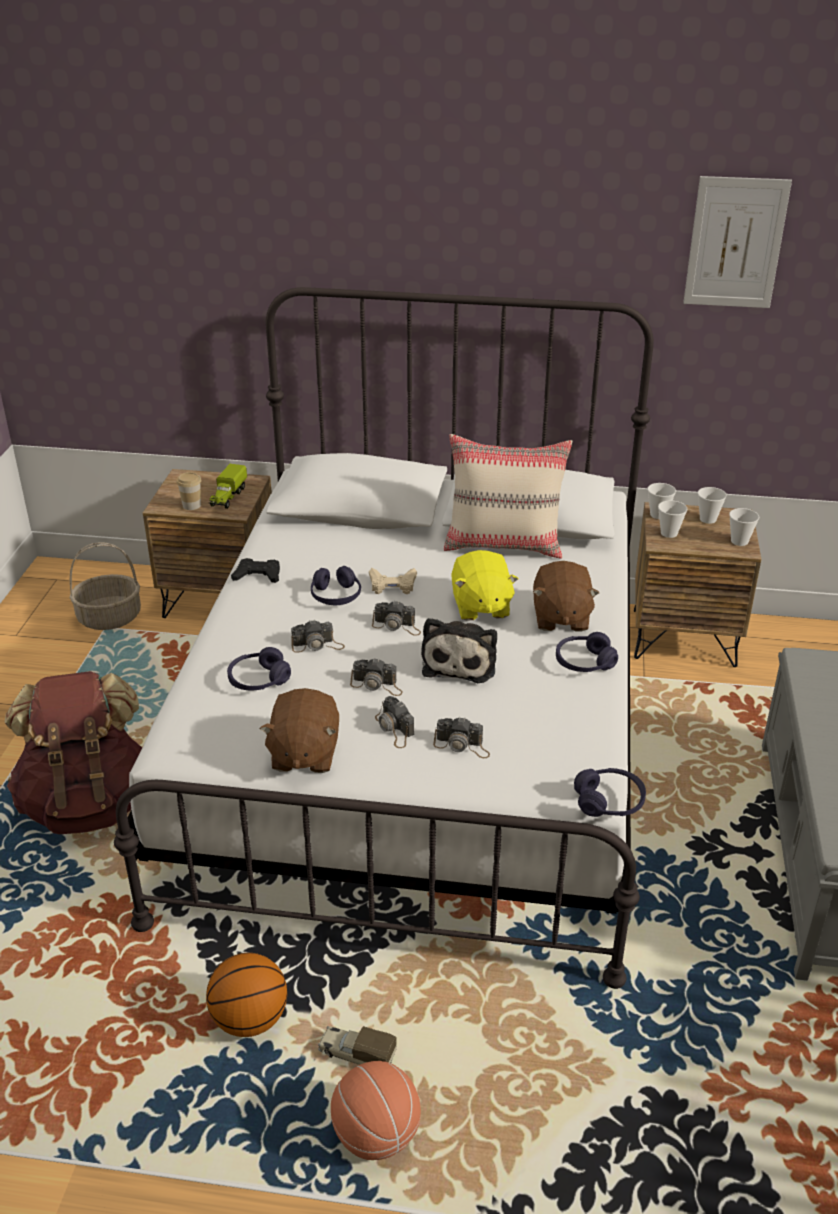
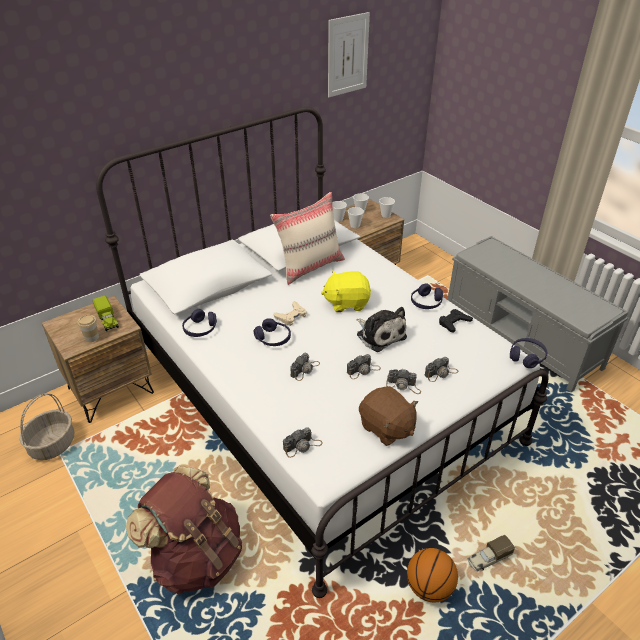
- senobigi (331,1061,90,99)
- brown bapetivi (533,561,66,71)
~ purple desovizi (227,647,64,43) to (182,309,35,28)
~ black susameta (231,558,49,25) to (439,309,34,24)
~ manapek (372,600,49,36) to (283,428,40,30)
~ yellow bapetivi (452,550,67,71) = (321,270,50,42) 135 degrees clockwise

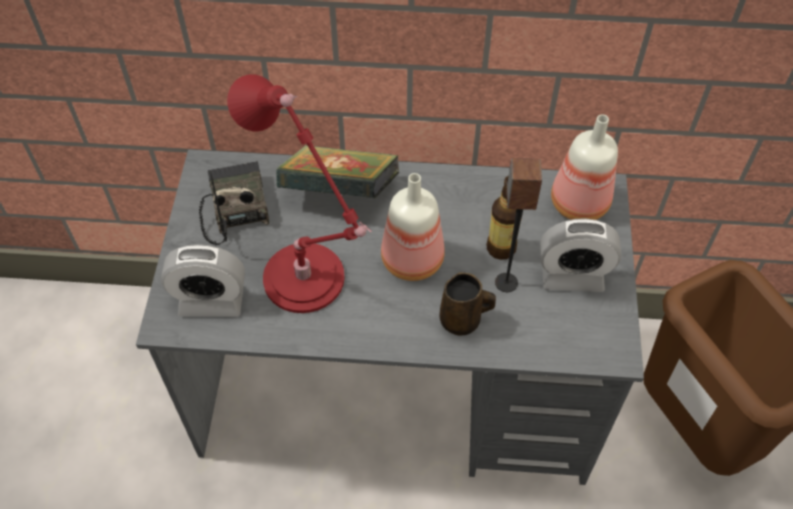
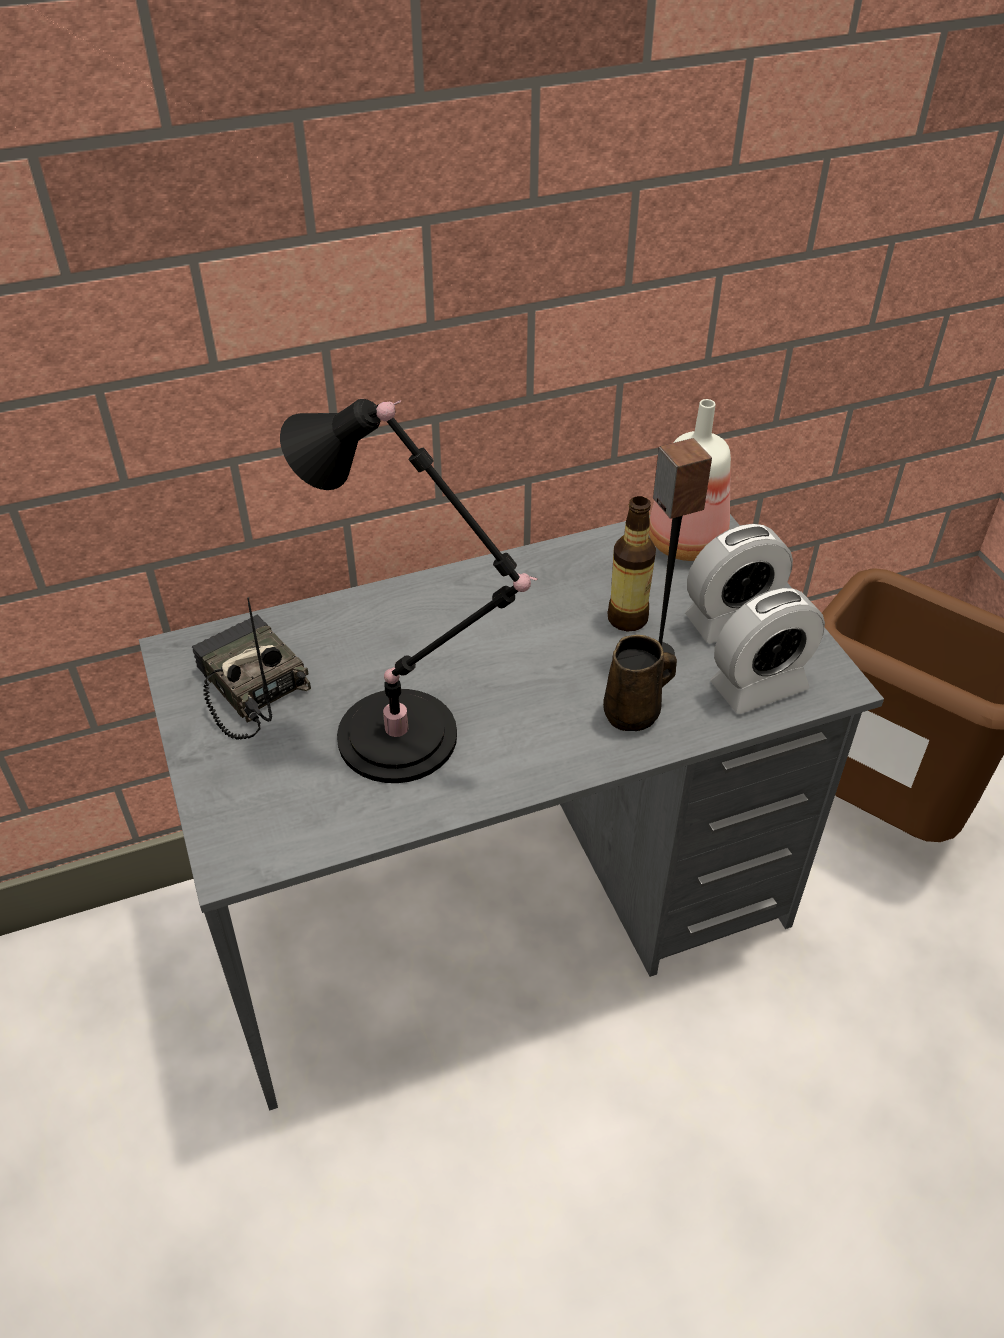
- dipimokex (276,145,123,54)
- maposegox (381,173,64,108)
~ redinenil (161,244,84,73) to (710,588,115,126)
~ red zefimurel (227,74,145,239) to black zefimurel (280,399,258,384)

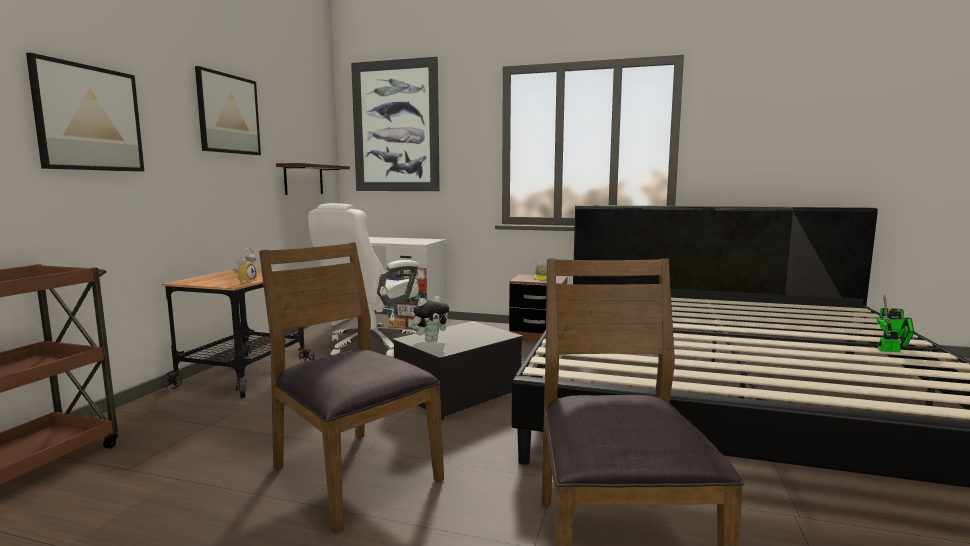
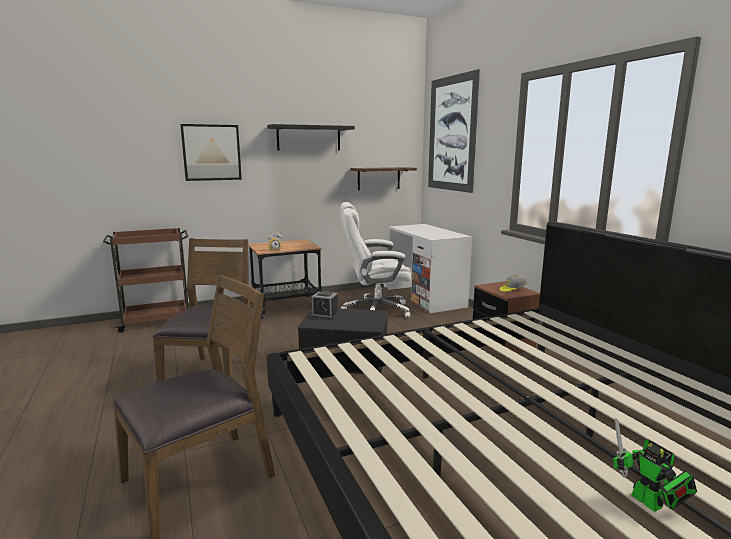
~ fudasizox (195,66,66,89) to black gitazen (267,124,88,26)
~ bapetivi (413,296,38,46) to redinenil (311,291,28,29)

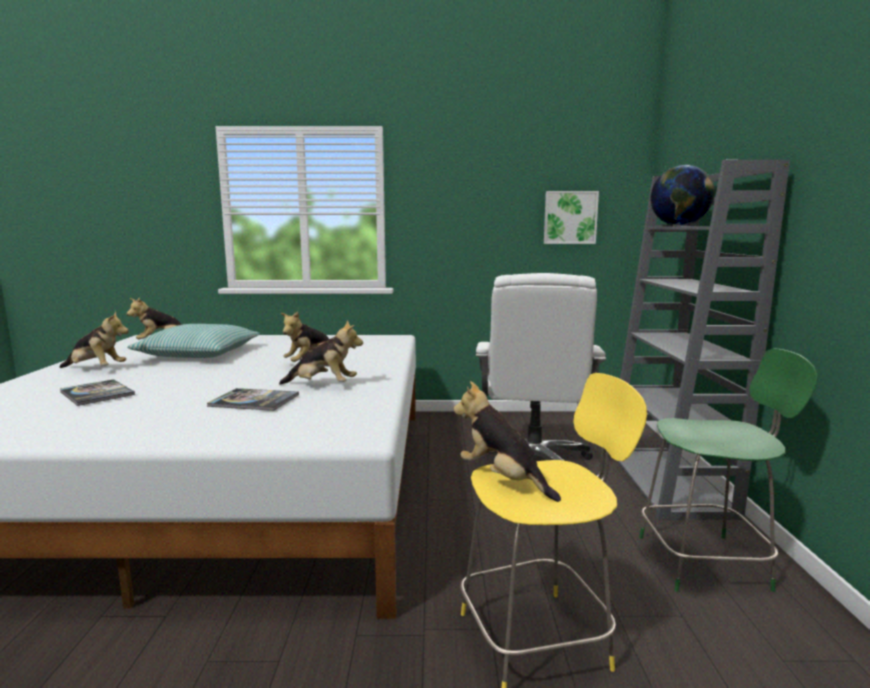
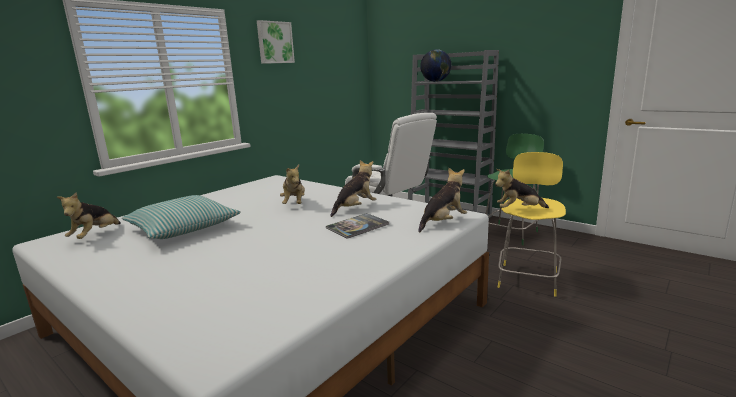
- dipimokex (60,379,75,27)
~ bapetivi (60,311,69,57) to (418,168,49,65)
~ fudasizox (544,191,55,53) to (257,20,38,44)

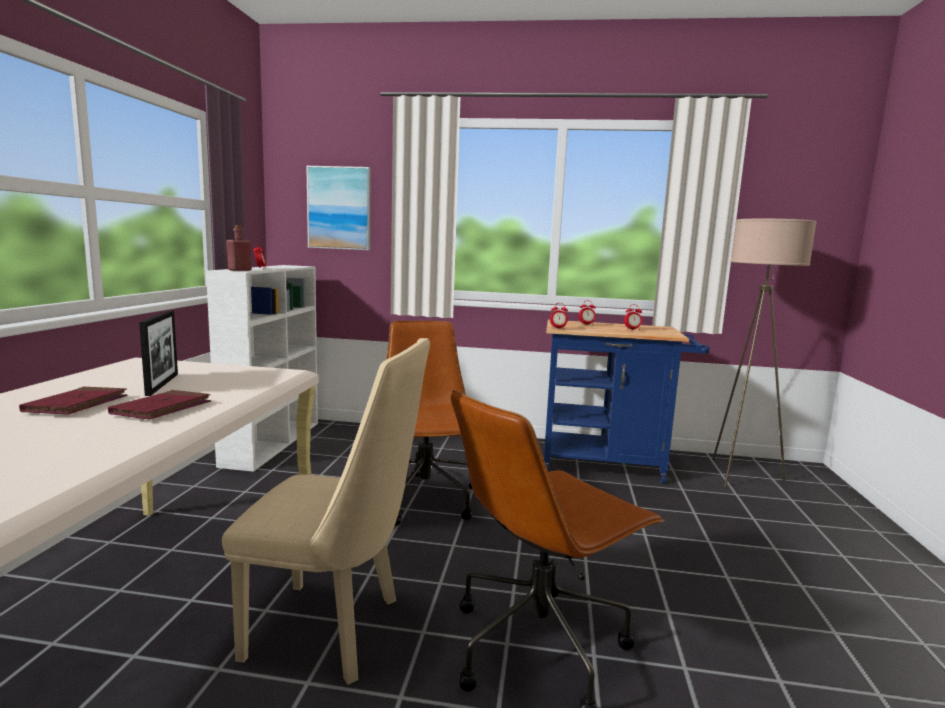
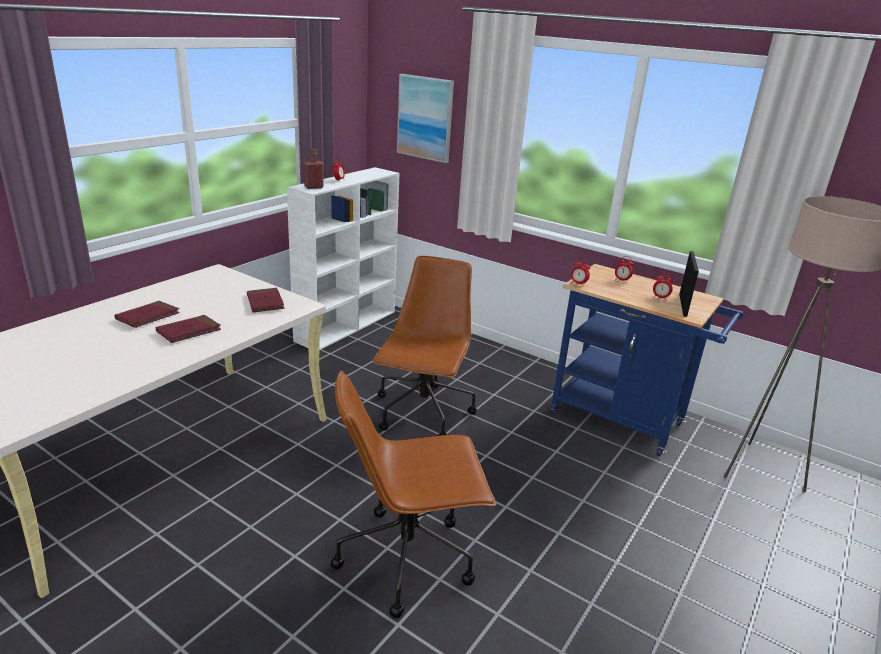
- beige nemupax (222,338,208,347)
+ red dipimokex (247,288,38,25)
~ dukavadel (139,311,39,85) to (679,251,20,66)

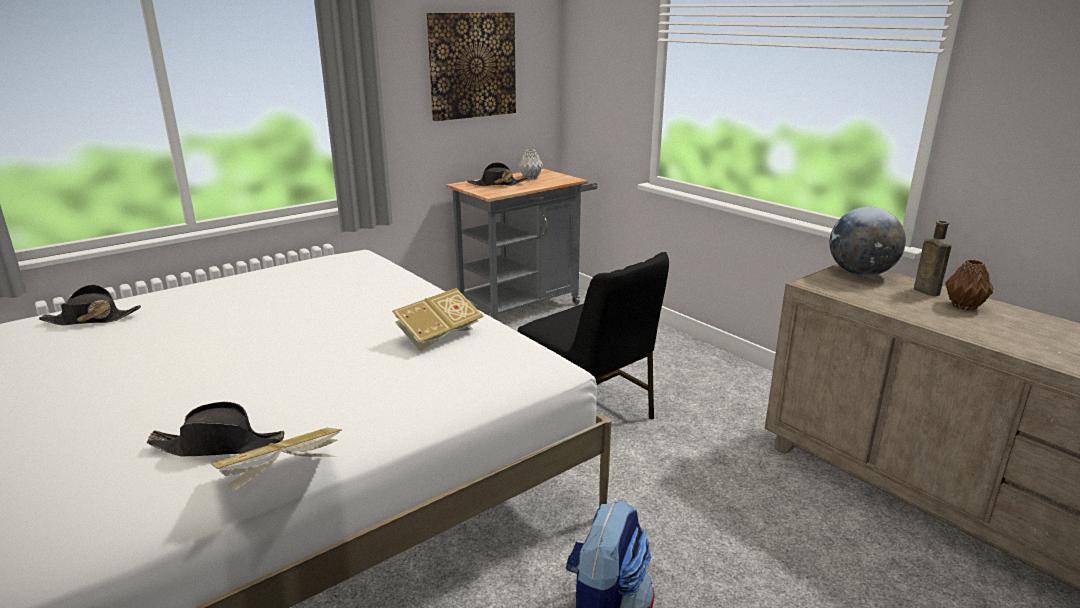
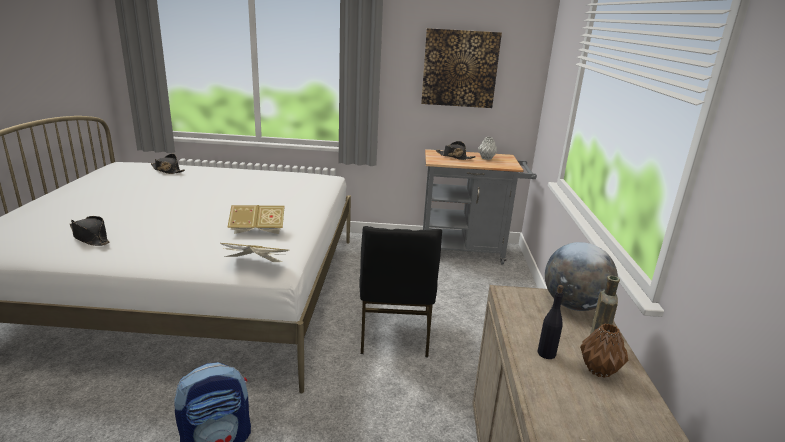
+ black maposegox (538,285,26,74)
~ dipimokex (211,428,131,63) to (222,243,66,19)

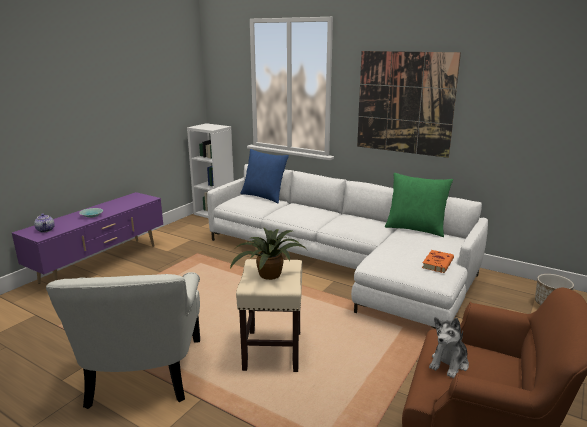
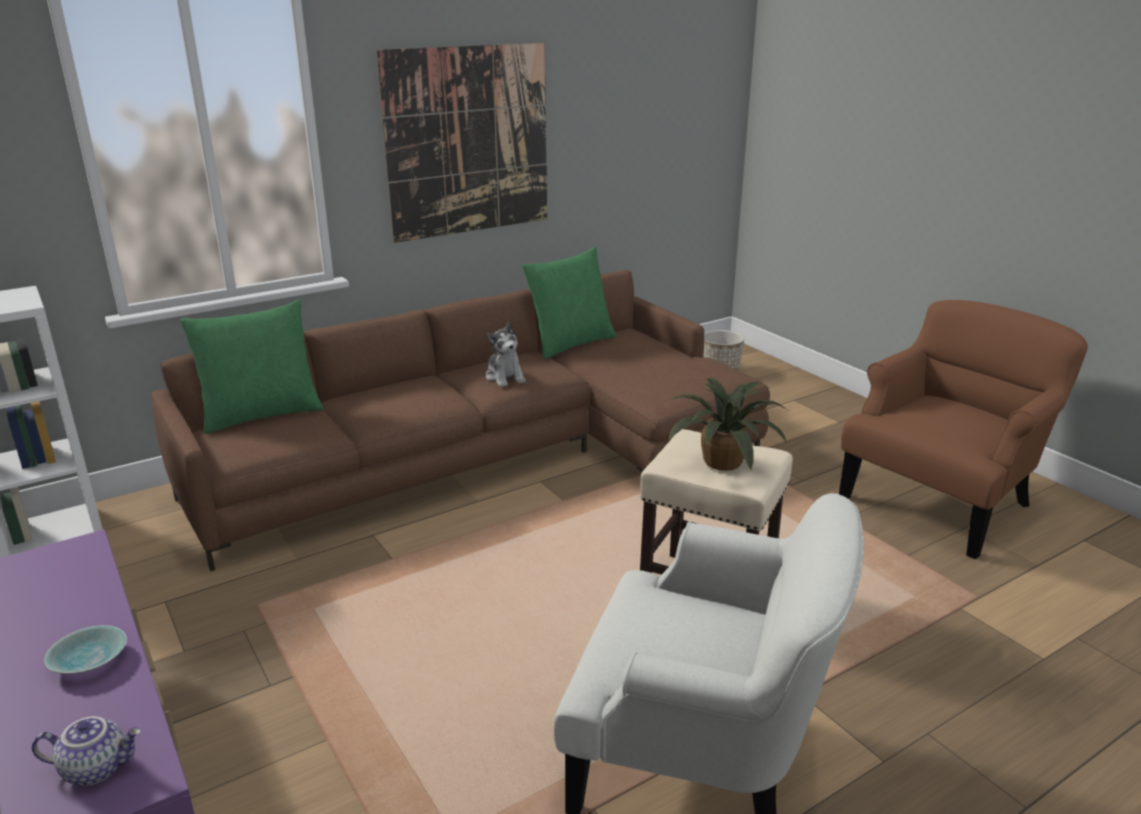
- orange dipimokex (422,250,32,23)
~ bapetivi (429,317,40,61) to (486,322,40,65)
~ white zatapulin (207,164,281,165) to brown zatapulin (151,270,619,301)
~ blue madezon (240,149,49,54) to green madezon (180,300,144,134)

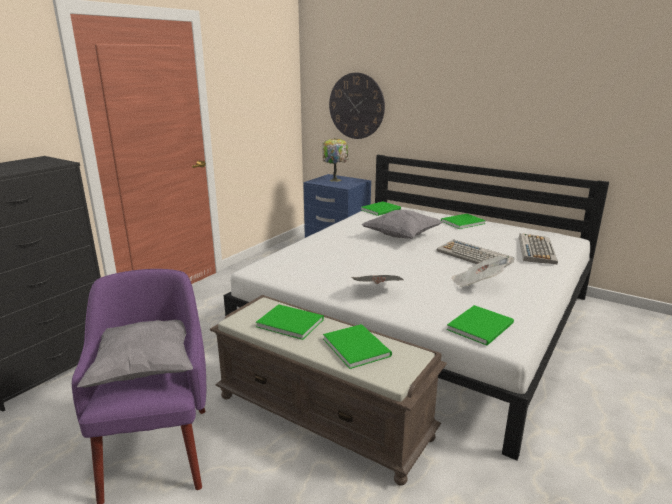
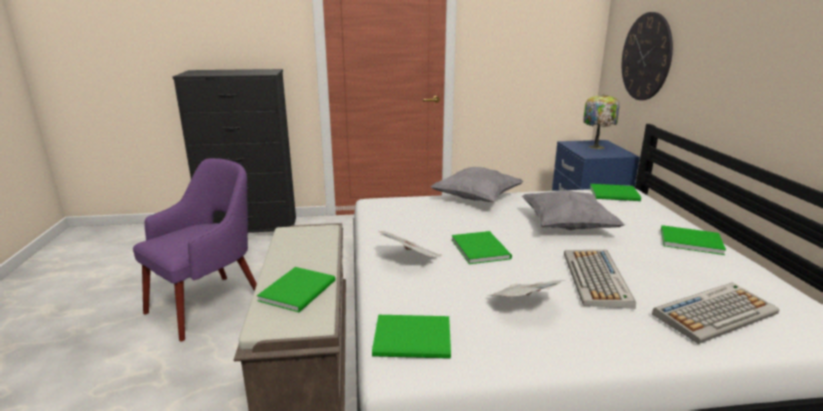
~ grey madezon (77,320,116,68) to (430,167,94,35)
~ green dipimokex (256,304,68,36) to (452,231,60,33)

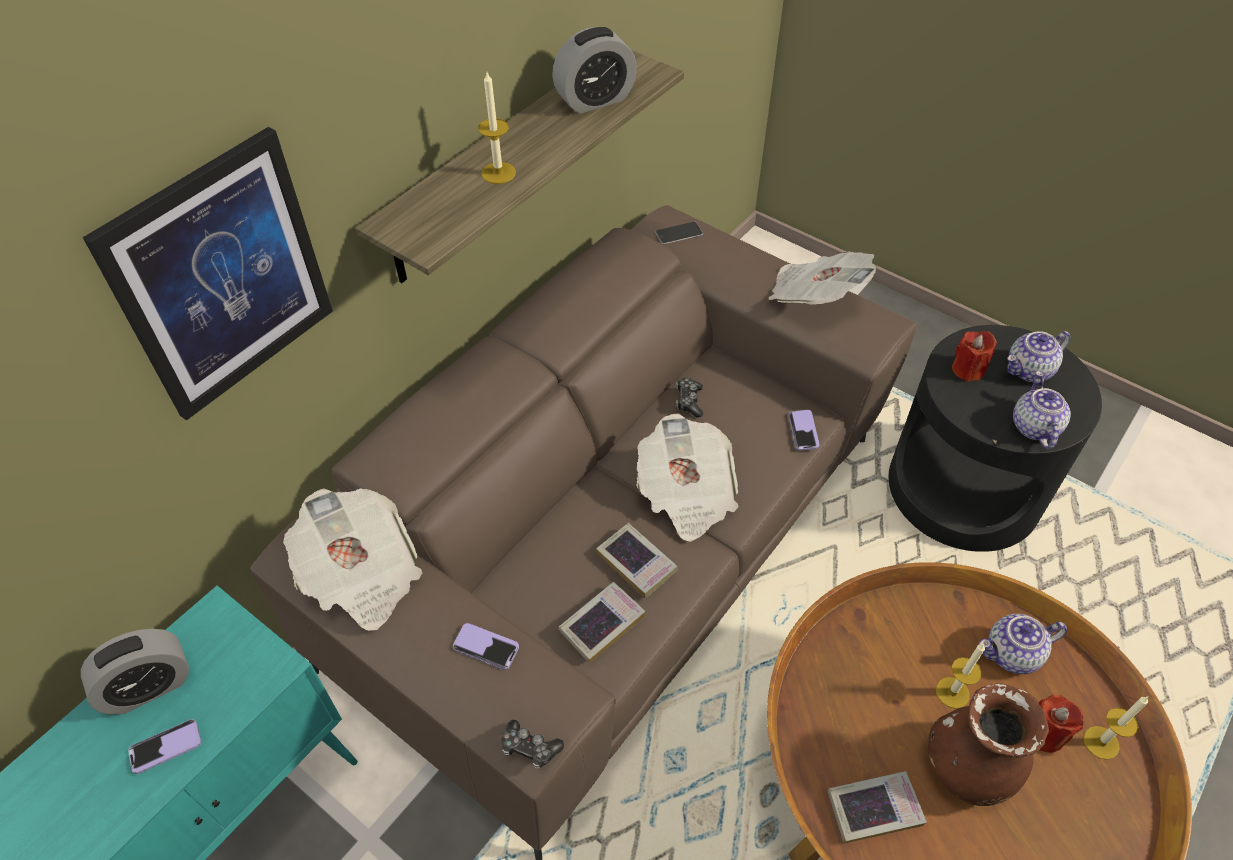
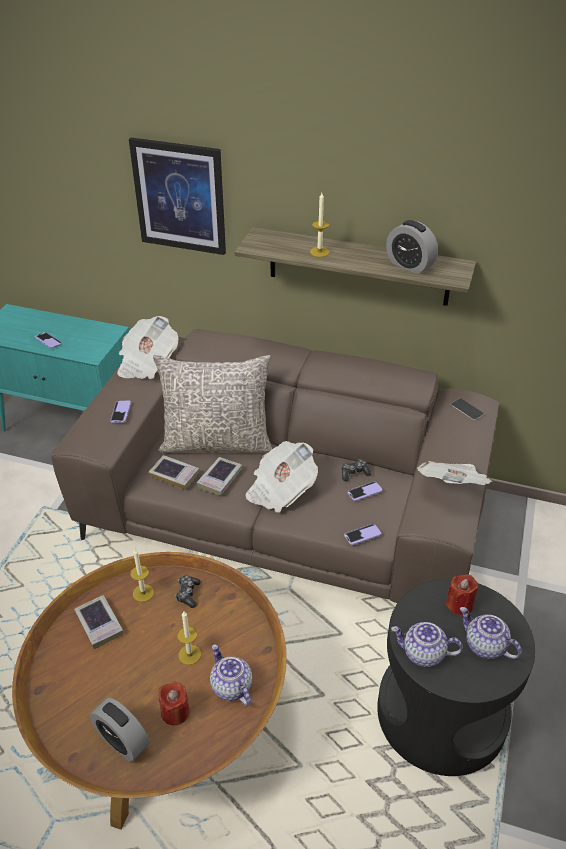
- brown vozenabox (928,683,121,123)
+ grey madezon (153,355,119,98)
+ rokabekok (347,482,35,19)
~ redinenil (81,629,108,86) to (90,698,59,64)
~ susameta (501,720,63,49) to (175,575,26,33)
~ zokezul (1084,697,64,63) to (130,549,24,53)
~ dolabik (1013,371,58,78) = (391,622,72,45) 150 degrees counterclockwise

